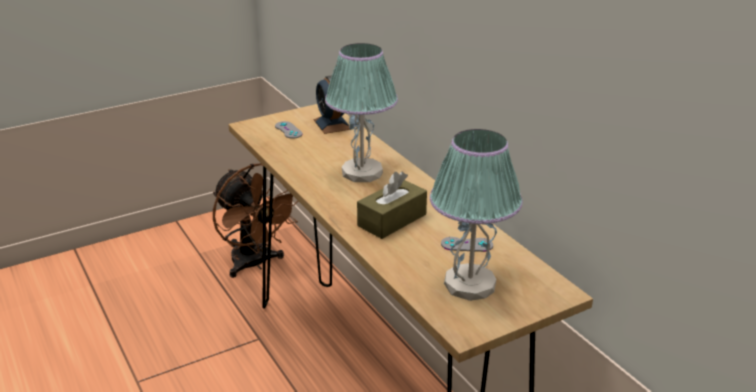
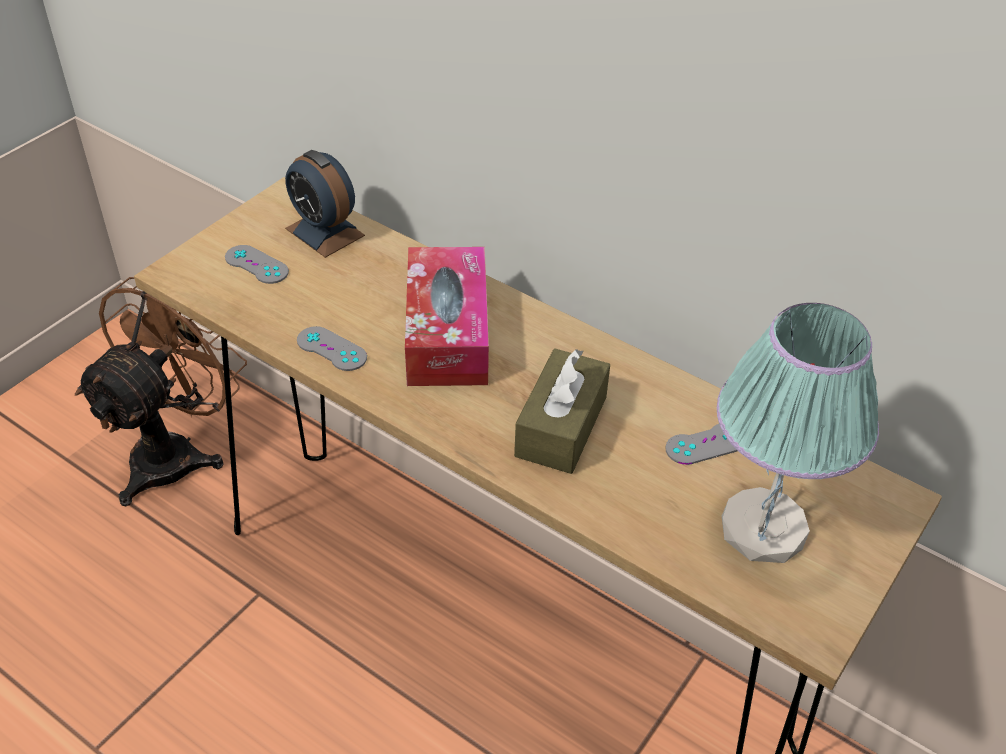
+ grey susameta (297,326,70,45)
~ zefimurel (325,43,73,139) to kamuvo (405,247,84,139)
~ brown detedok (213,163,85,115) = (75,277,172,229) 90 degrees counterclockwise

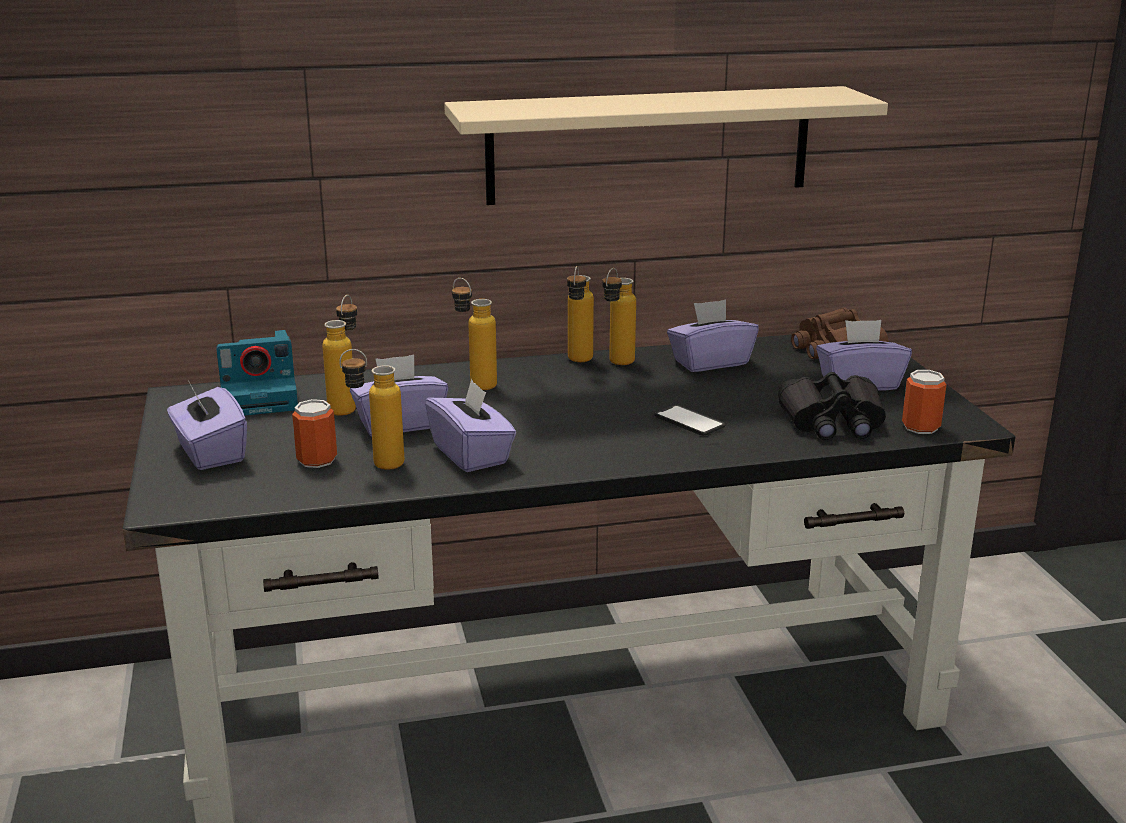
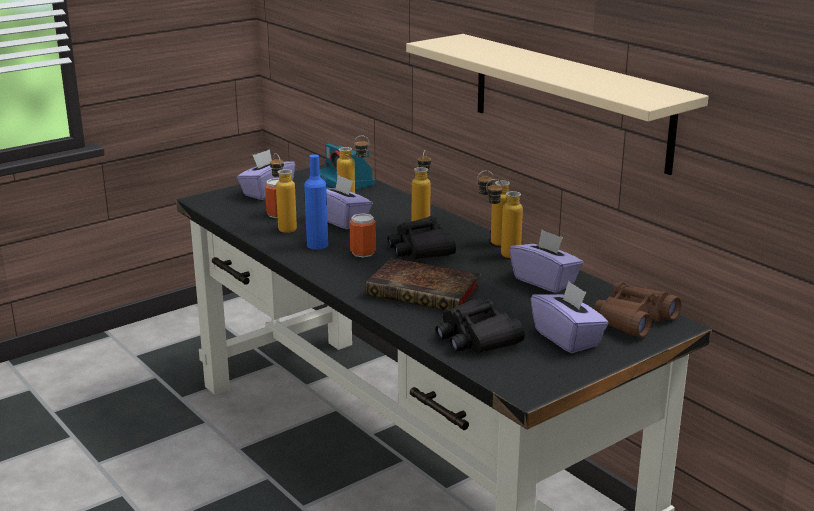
+ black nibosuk (387,216,69,43)
~ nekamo (902,370,45,64) to (350,213,26,44)
~ purple kamuvo (425,379,91,93) to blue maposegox (304,154,24,96)
~ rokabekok (655,404,71,31) to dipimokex (366,258,115,53)

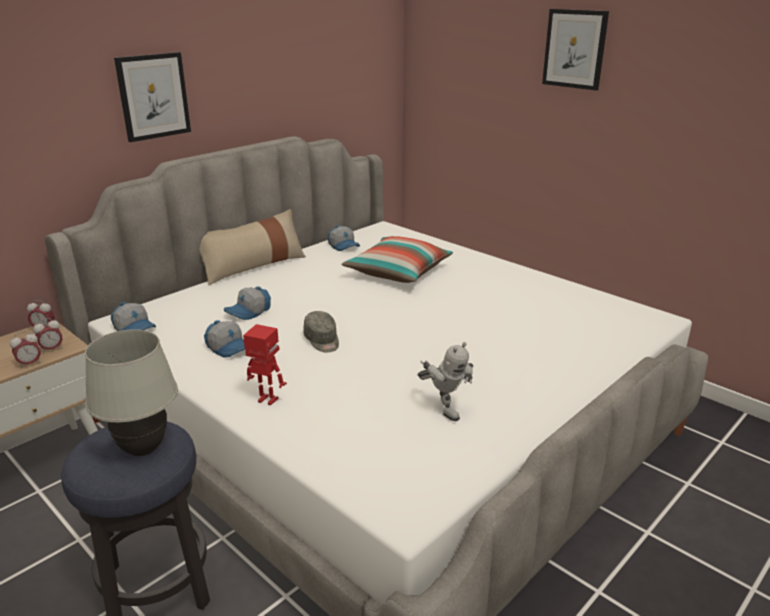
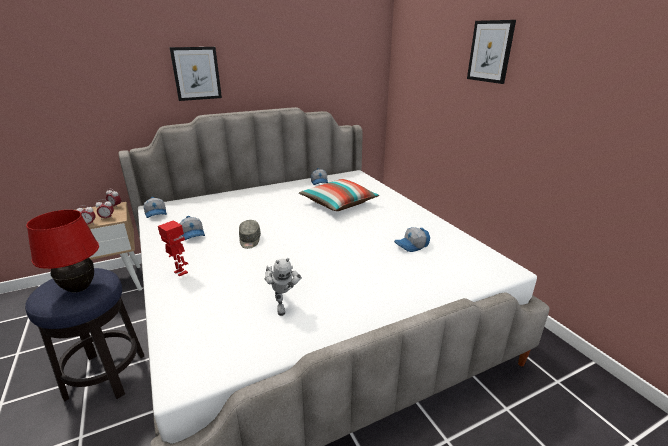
- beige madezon (199,209,107,76)
~ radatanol (224,286,47,34) to (394,227,36,25)
~ white zefimurel (85,329,93,127) to red zefimurel (26,210,73,82)

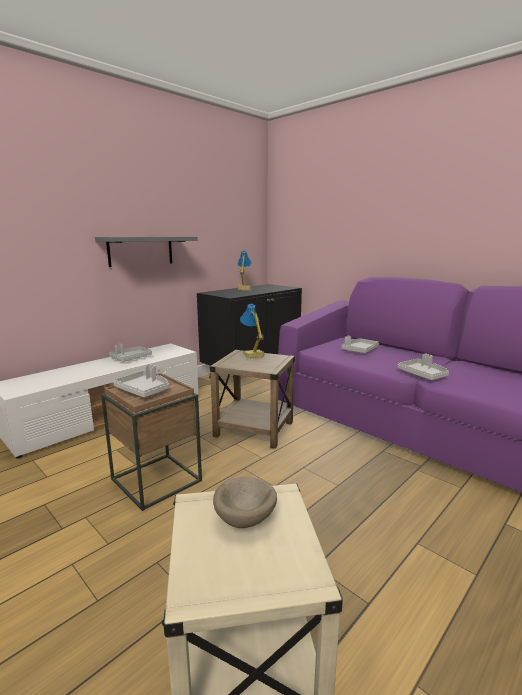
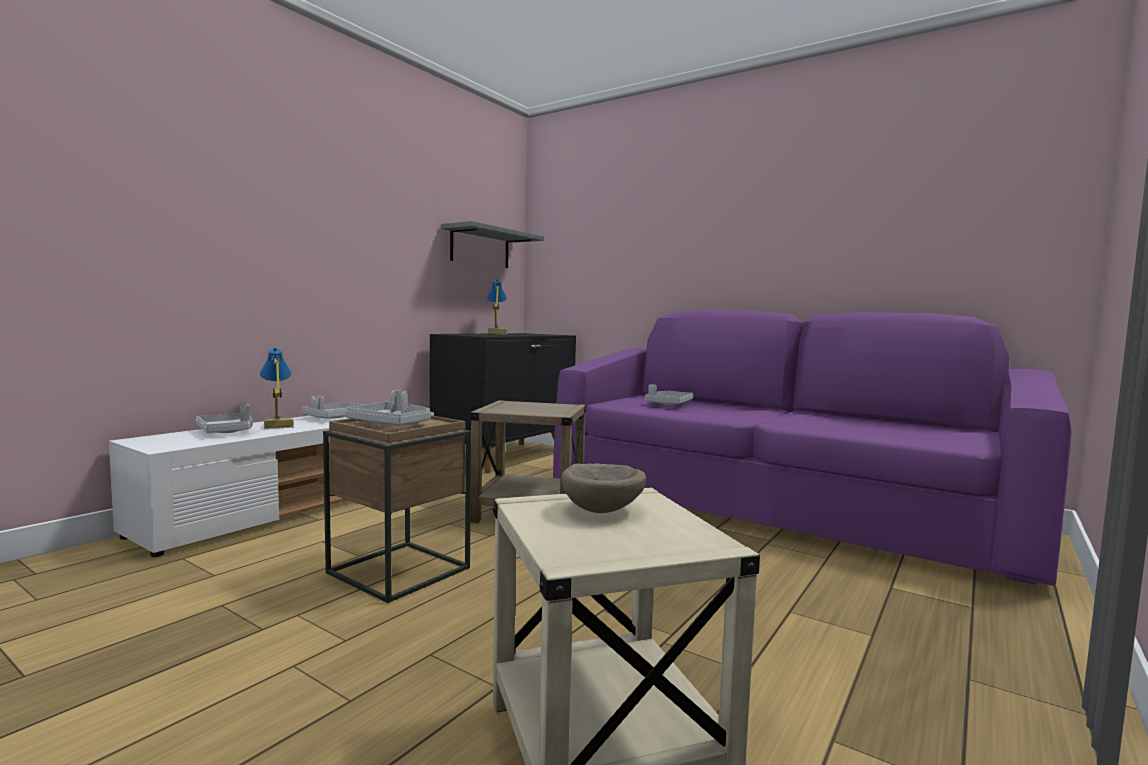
~ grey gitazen (95,237,103,30) to (441,221,103,47)
~ zefimurel (240,304,25,55) to (260,347,34,82)
~ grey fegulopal (397,353,52,27) to (196,404,57,29)

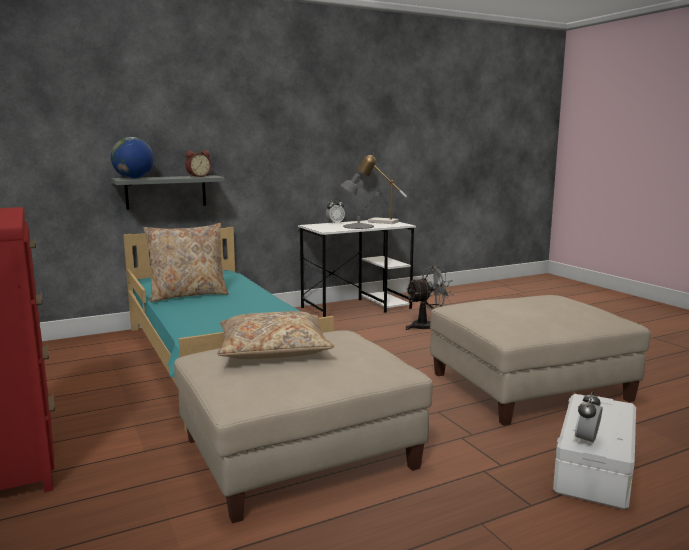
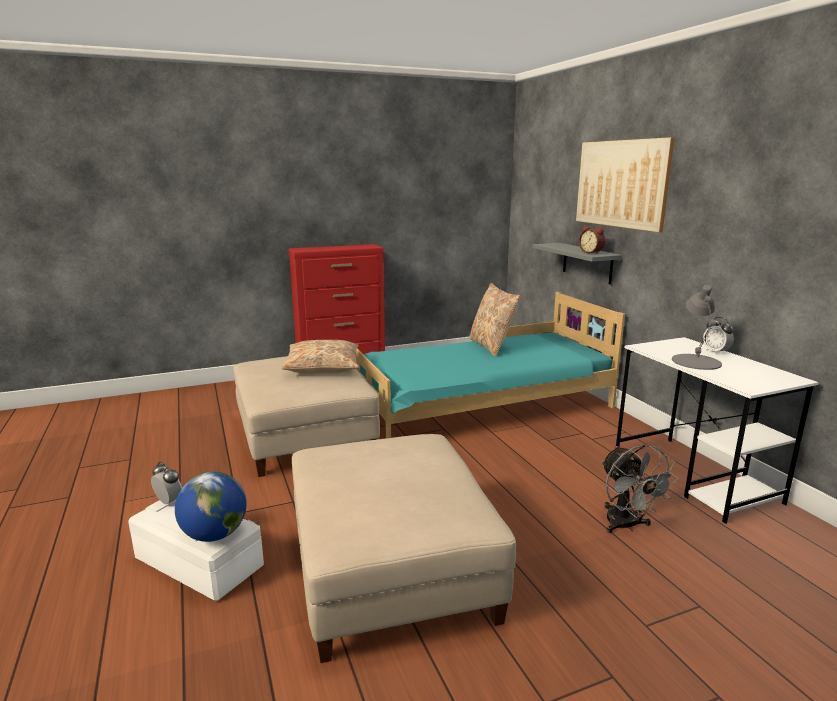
- zefimurel (358,154,49,70)
+ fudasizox (576,137,99,95)
~ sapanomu (111,137,43,42) to (175,472,72,70)

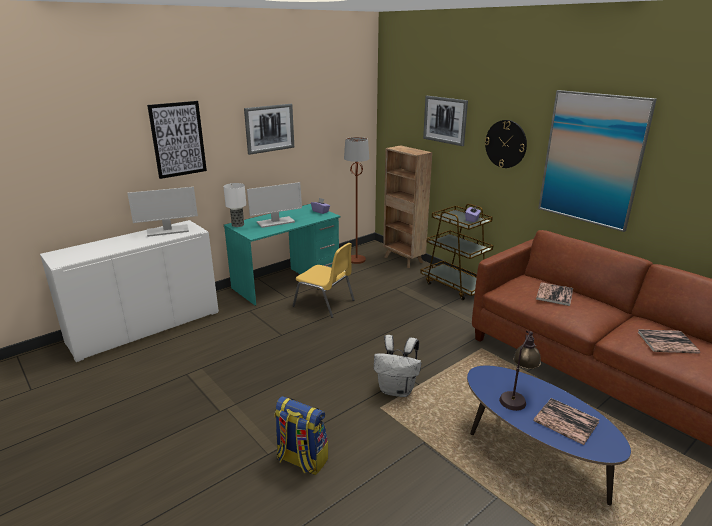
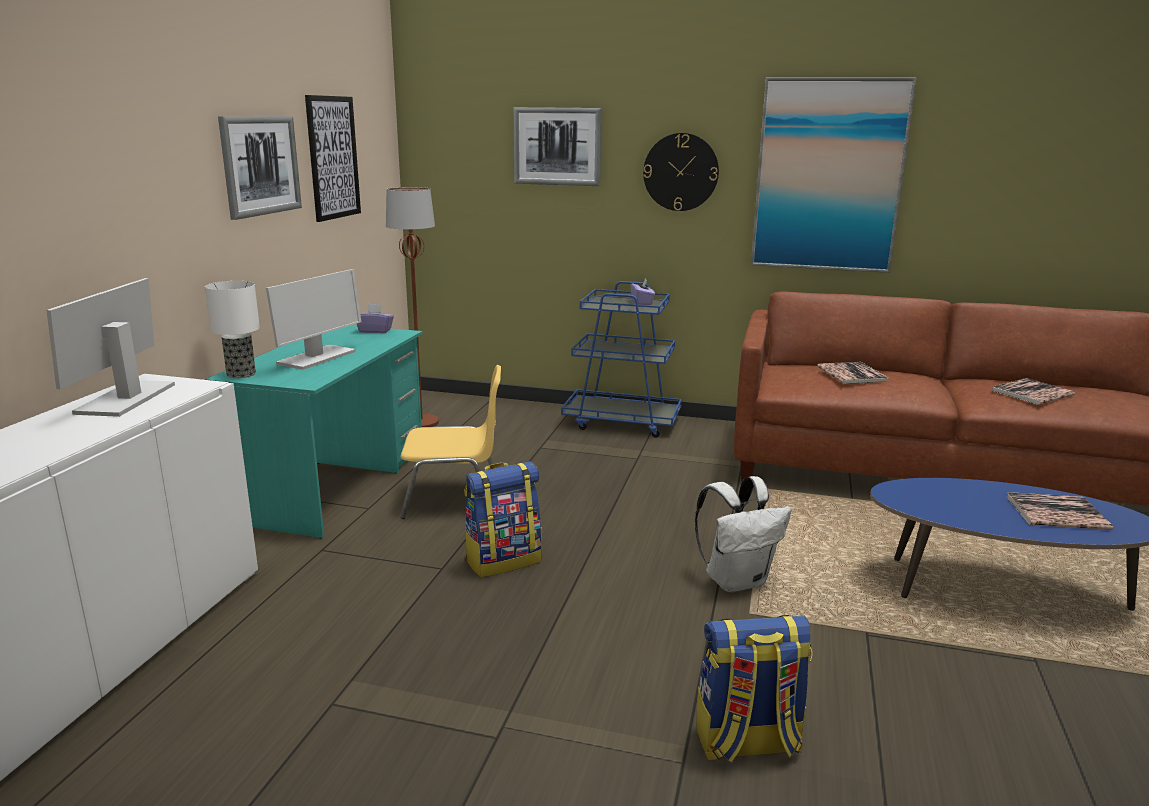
- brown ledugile (383,146,49,122)
- zefimurel (499,330,42,81)
+ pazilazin (464,462,78,115)
~ fudasizox (147,101,60,78) to (305,95,56,127)
~ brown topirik (420,204,73,96) to blue topirik (561,281,121,157)
~ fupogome (128,187,70,50) = (46,278,129,139) 150 degrees clockwise

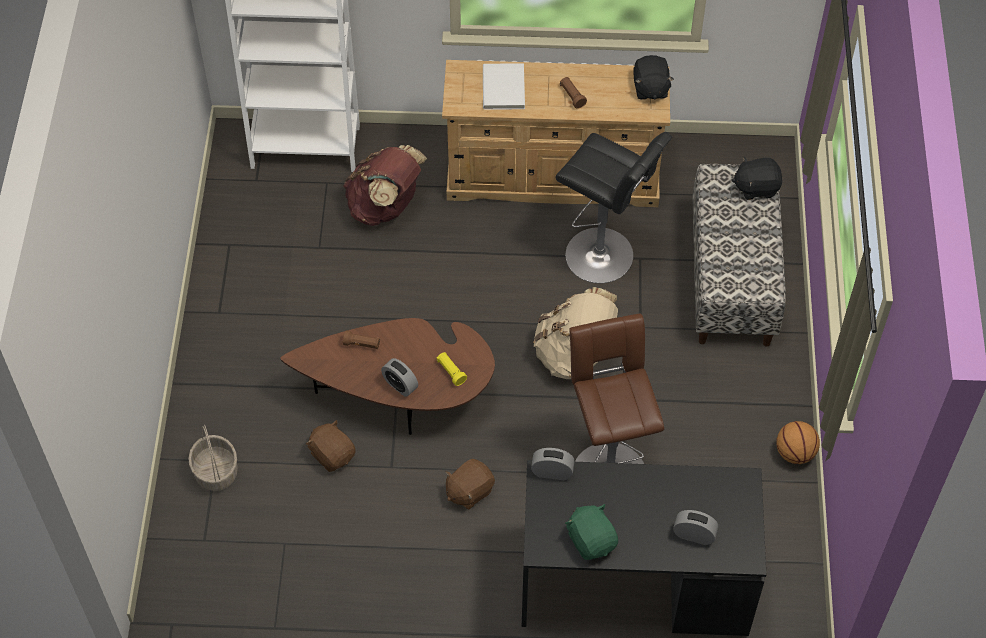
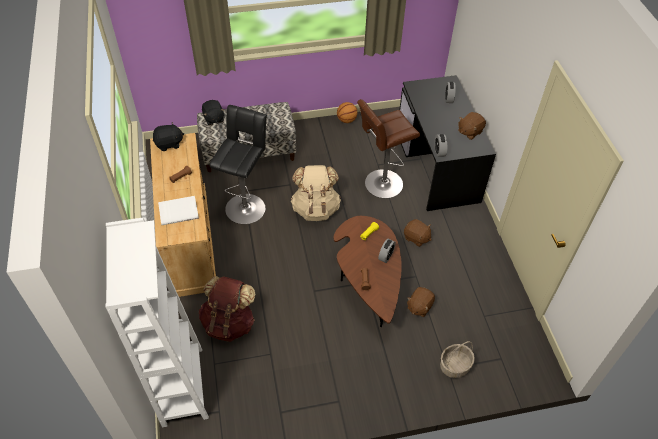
~ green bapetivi (565,504,53,56) to brown bapetivi (458,112,28,28)

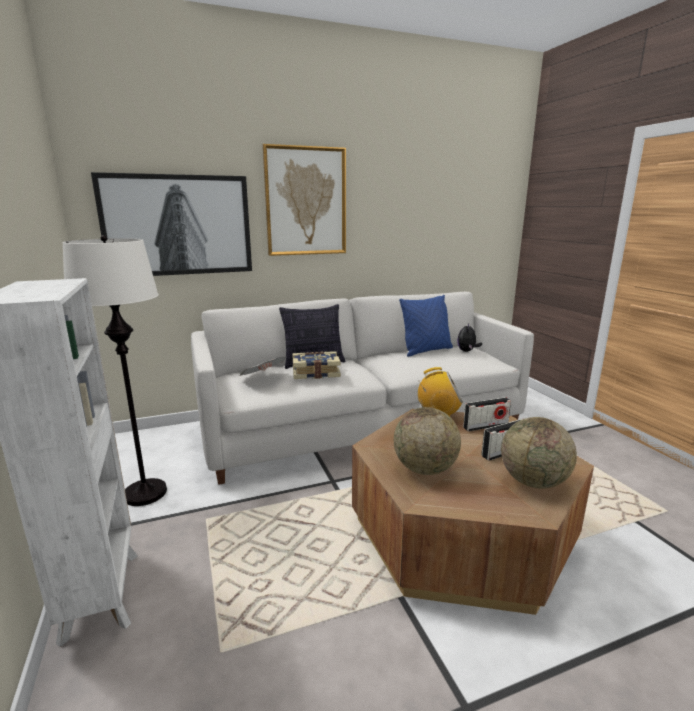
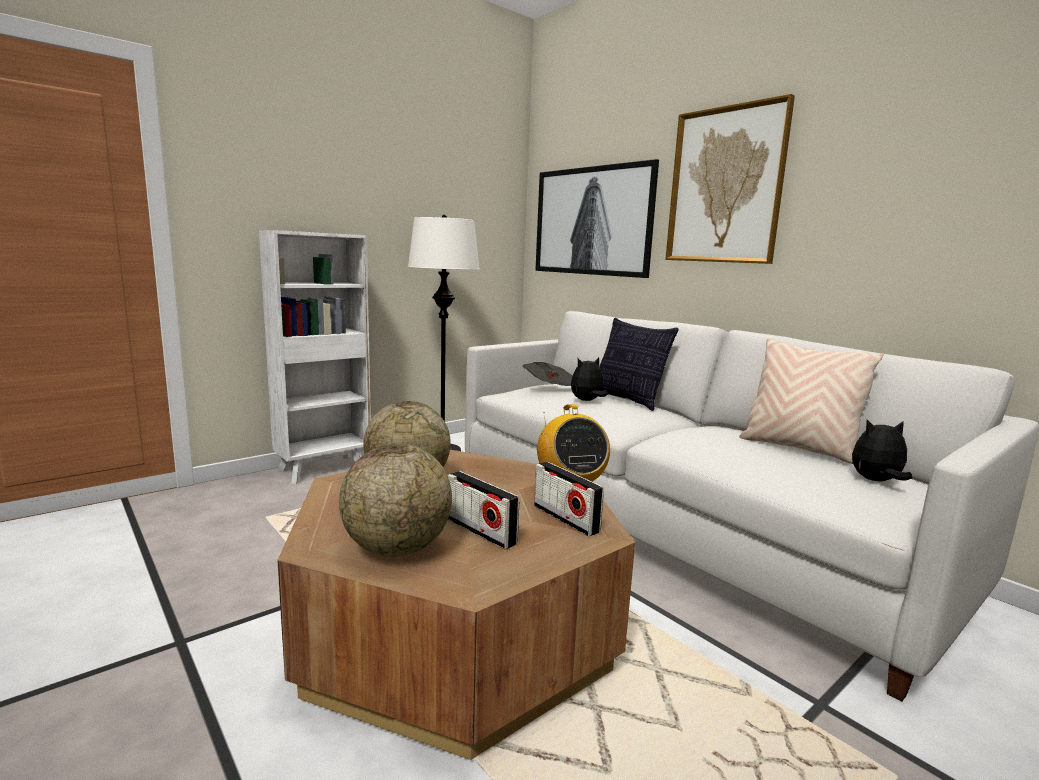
~ dipimokex (292,352,49,27) to bapetivi (571,357,37,44)
~ blue madezon (399,295,54,62) to beige madezon (739,338,145,126)

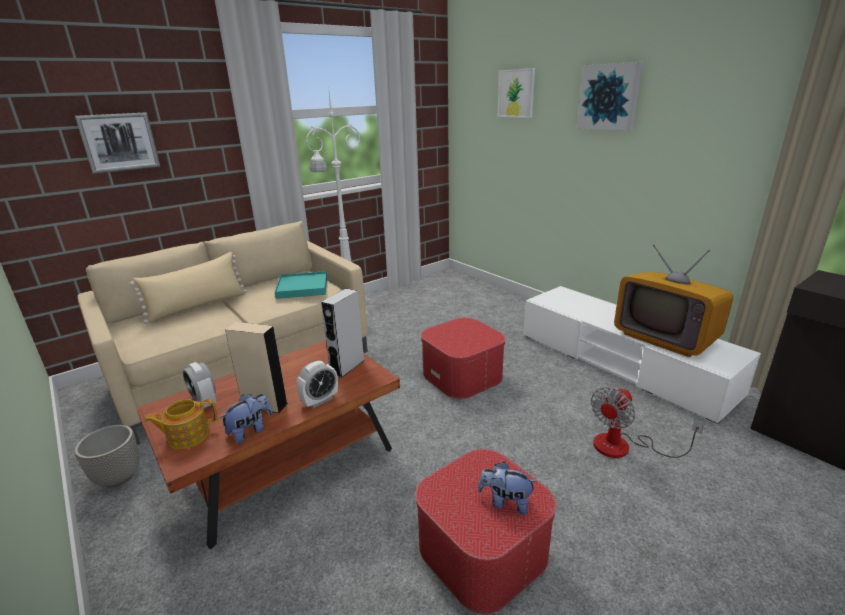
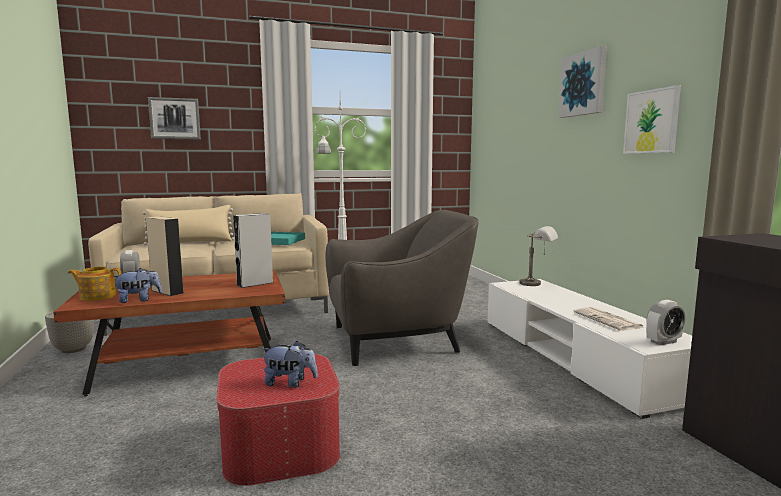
- detedok (591,387,113,71)
+ grey zefimurel (520,226,38,60)
~ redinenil (296,361,42,47) to (646,300,40,46)
~ fudasizox (498,68,37,50) to (623,85,58,69)
~ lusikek (421,318,85,81) to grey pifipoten (325,210,153,156)
~ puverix (614,244,119,113) to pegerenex (573,307,71,24)
~ bapetivi (478,462,59,53) = (262,341,56,47) 150 degrees clockwise

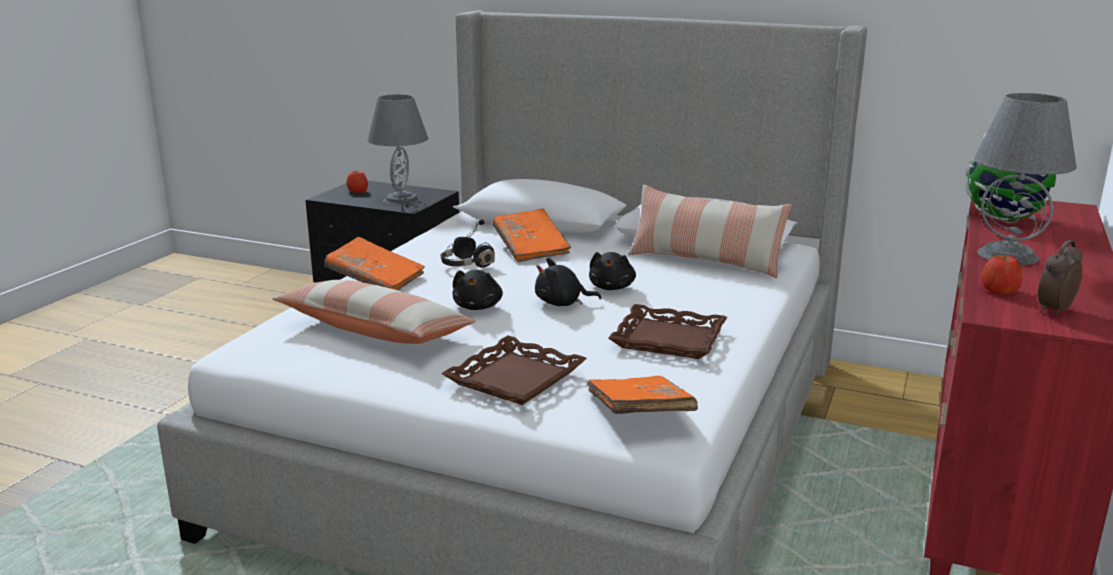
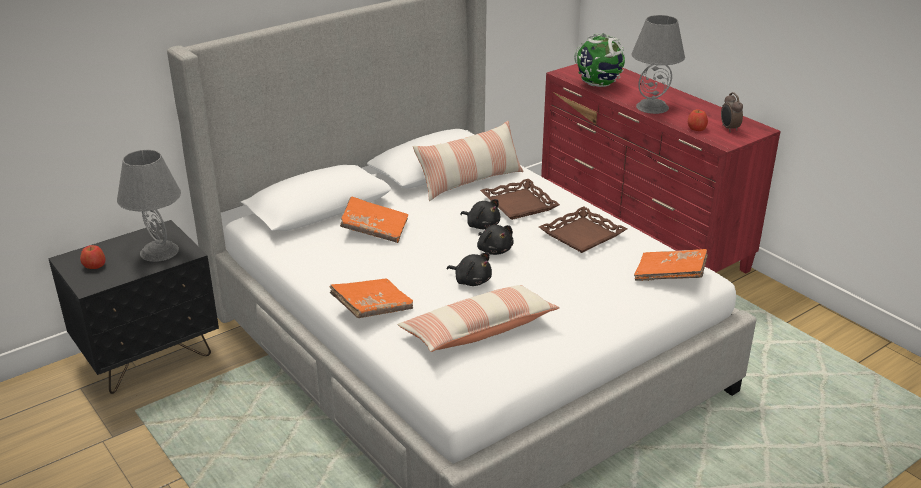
- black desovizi (440,219,55,49)
~ brown fegulopal (441,336,146,69) to (480,179,80,41)
~ black bapetivi (535,258,66,48) = (477,225,37,30) 60 degrees counterclockwise

